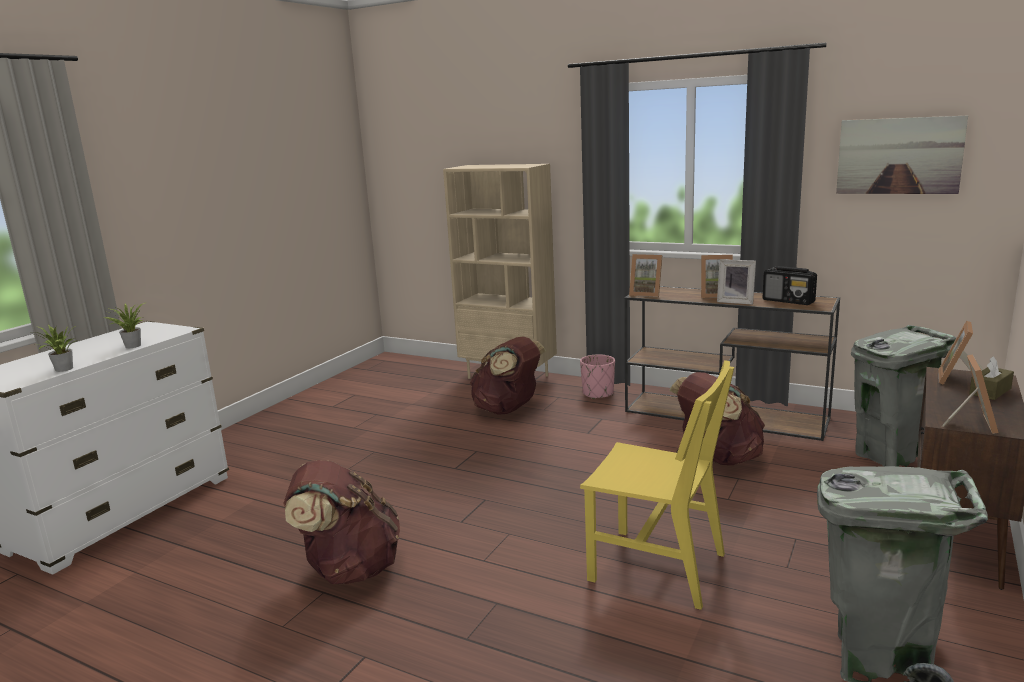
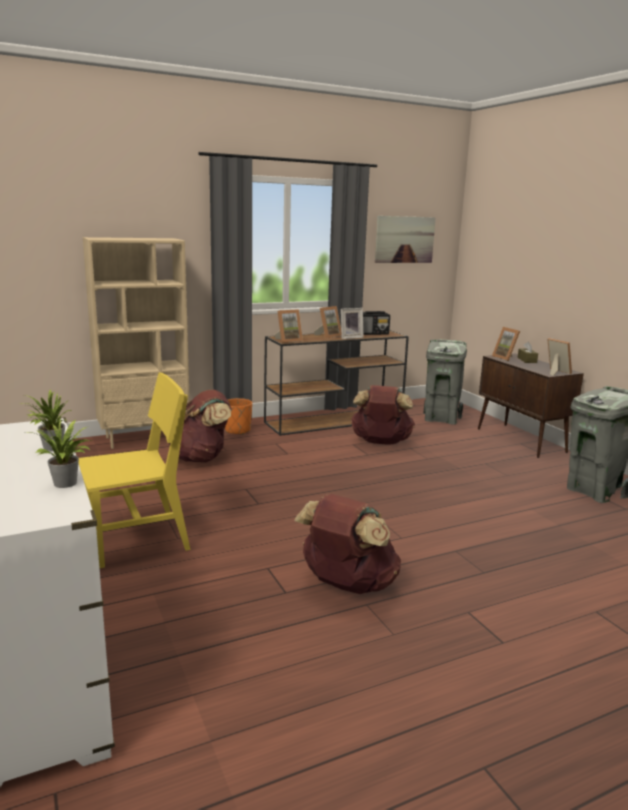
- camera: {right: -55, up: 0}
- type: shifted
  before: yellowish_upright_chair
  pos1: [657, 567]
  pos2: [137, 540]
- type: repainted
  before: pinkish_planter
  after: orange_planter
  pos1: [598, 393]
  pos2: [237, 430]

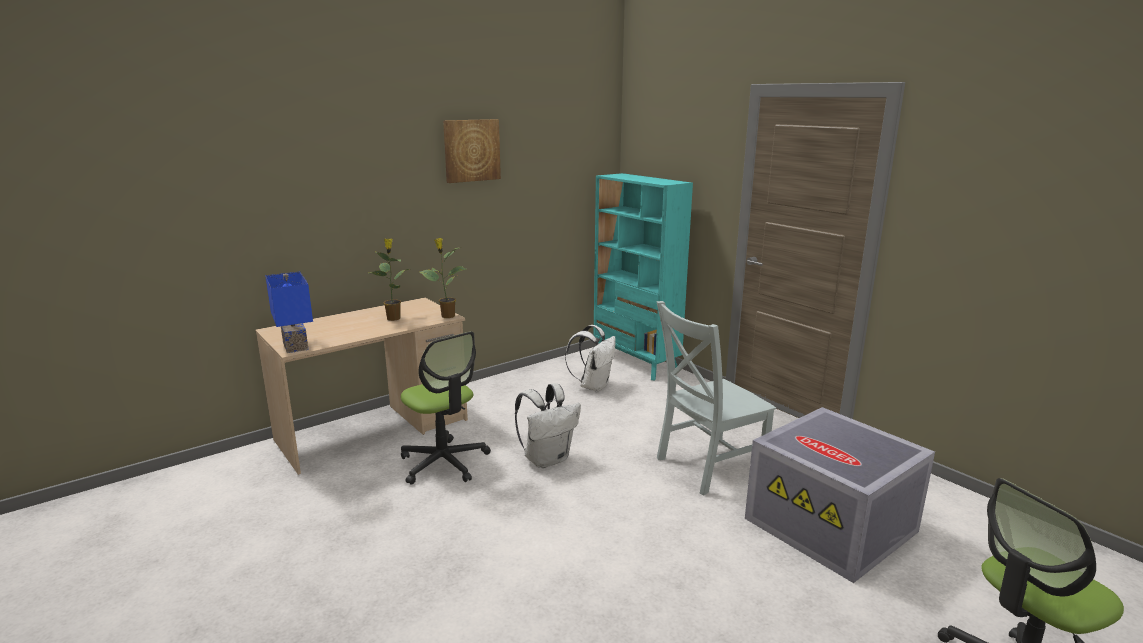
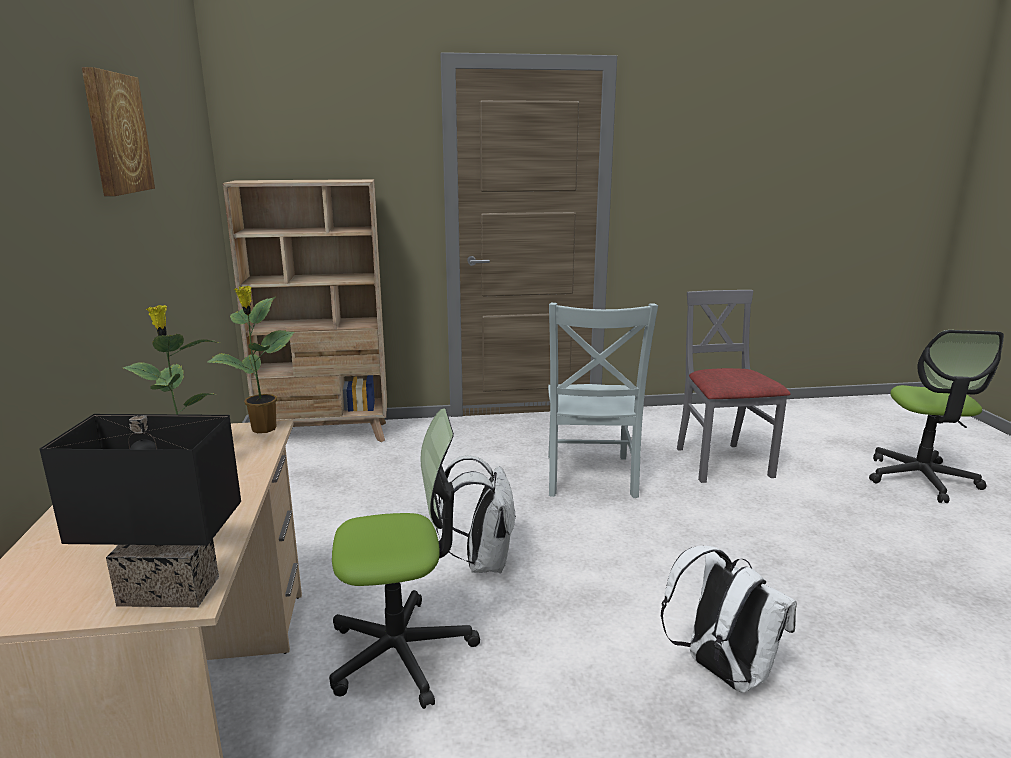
- camera: {right: -60, up: 0}
- type: shifted
  before: white_knapsack
  pos1: [593, 386]
  pos2: [721, 672]
- type: swapped
  before: grey_storage_bin
  after: grey_upright_chair
  pos1: [833, 525]
  pos2: [721, 462]
- type: repainted
  before: bluish_lamp_for_a_table
  after: black_lamp_for_a_table
  pos1: [293, 346]
  pos2: [165, 594]
- type: repainted
  before: turquoise-coloured_bookcase
  after: beige-coloured_bookcase
  pos1: [635, 362]
  pos2: [325, 435]

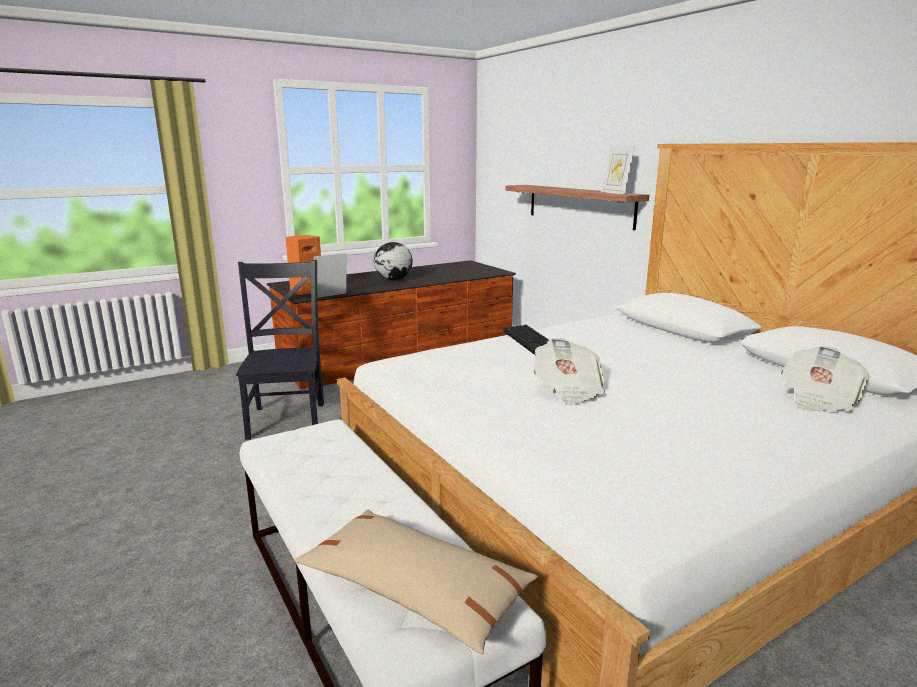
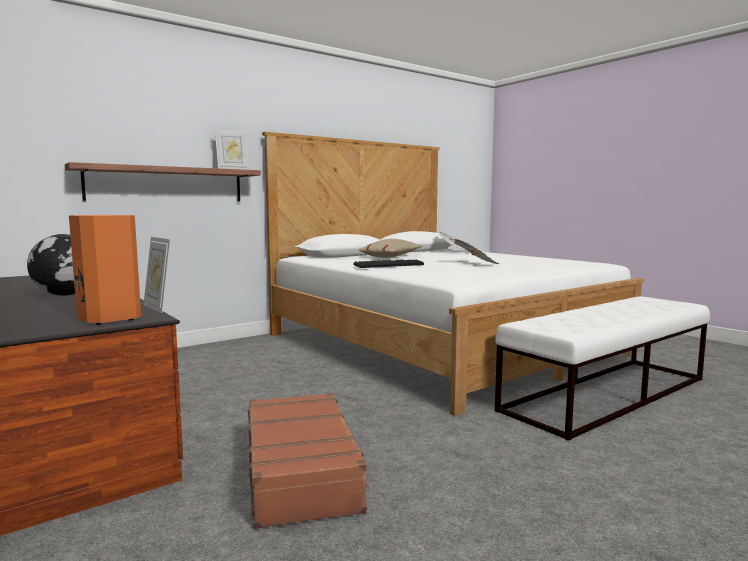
- camera: {right: -95, up: -10}
- type: shifted
  before: beige-coloured_pillow
  pos1: [414, 590]
  pos2: [391, 257]
- type: swapped
  before: black_upright_chair
  after: brownish_piece_of_luggage
  pos1: [287, 418]
  pos2: [302, 471]

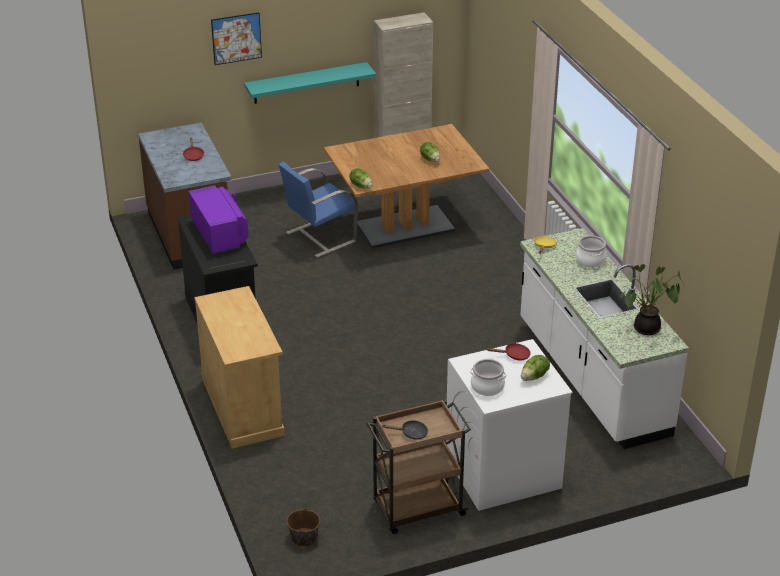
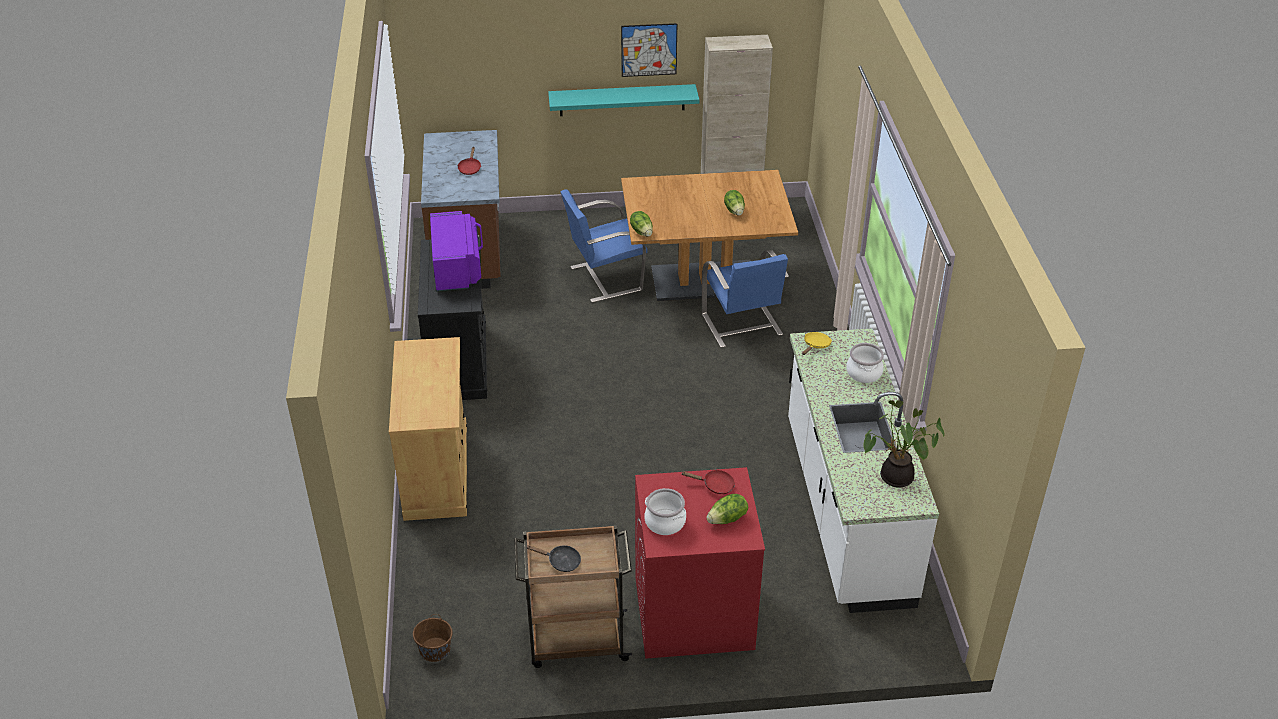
- camera: {right: 15, up: 5}
- type: new
  after: bluish_upright_chair
  pos2: [742, 325]
- type: shifted
  before: wall_art
  pos1: [236, 38]
  pos2: [649, 50]
- type: repainted
  before: white_laundry_appliance
  after: red-coloured_laundry_appliance
  pos1: [502, 472]
  pos2: [692, 613]

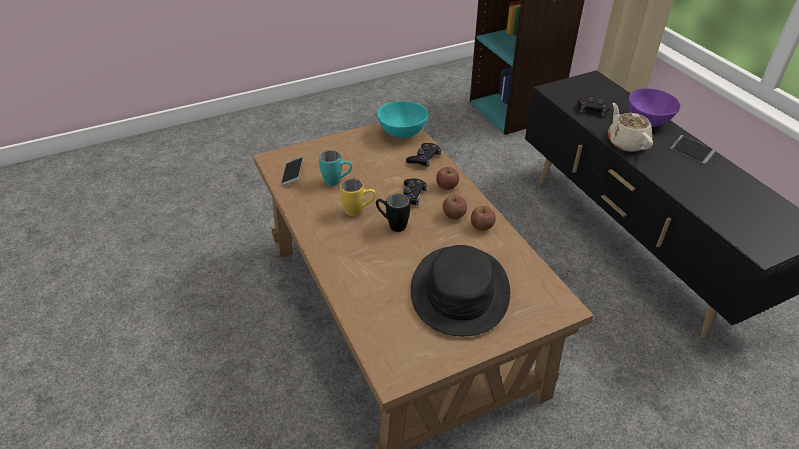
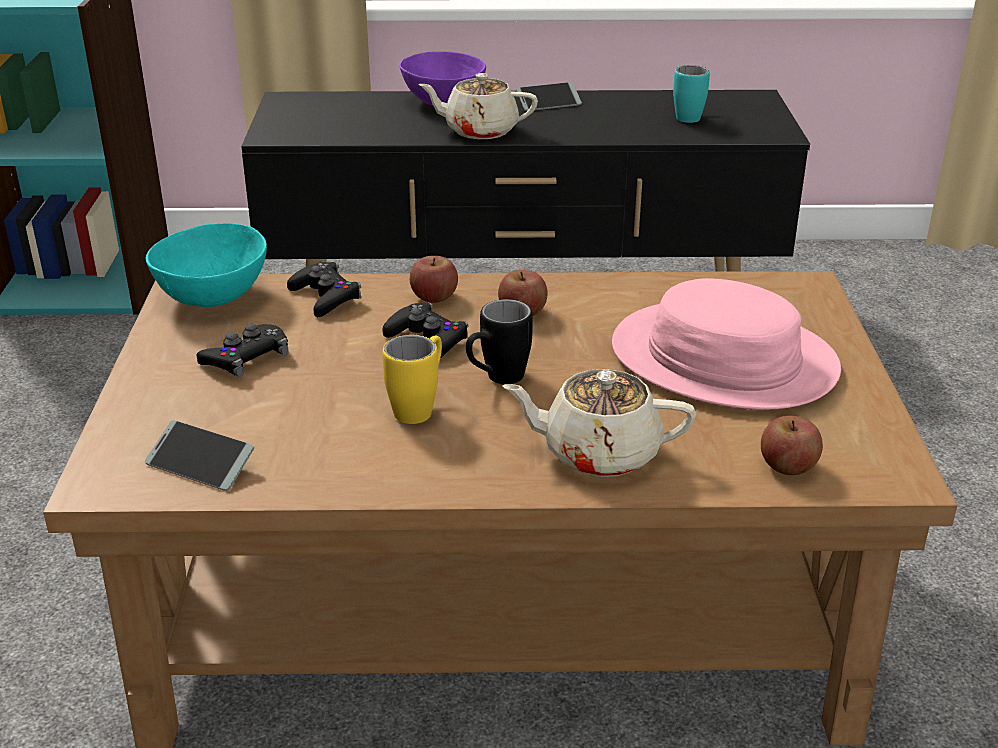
- camera: {right: -65, up: -10}
- type: new
  after: beige-coloured_pot_for_tea
  pos2: [598, 452]
- type: shifted
  before: turquoise-coloured_coffee_mug
  pos1: [337, 182]
  pos2: [692, 116]
- type: shifted
  before: whole_apple
  pos1: [482, 226]
  pos2: [788, 466]
- type: shifted
  before: black_joypad
  pos1: [592, 109]
  pos2: [246, 358]
- type: repainted
  before: black_wearable_hat
  after: pinkish_wearable_hat
  pos1: [459, 291]
  pos2: [723, 359]

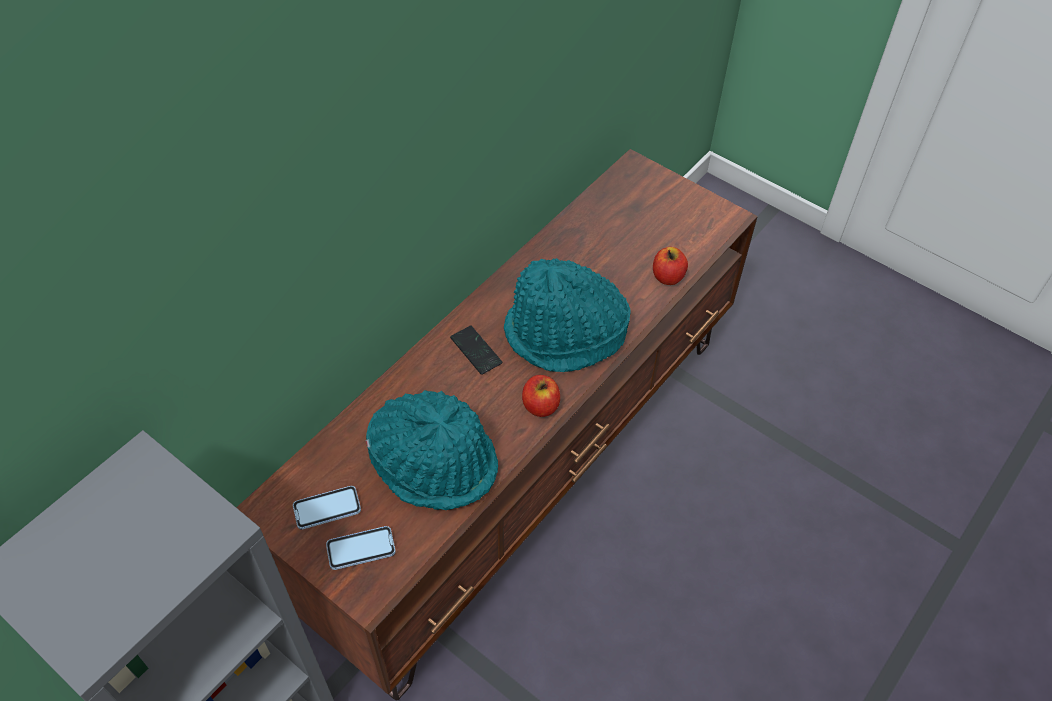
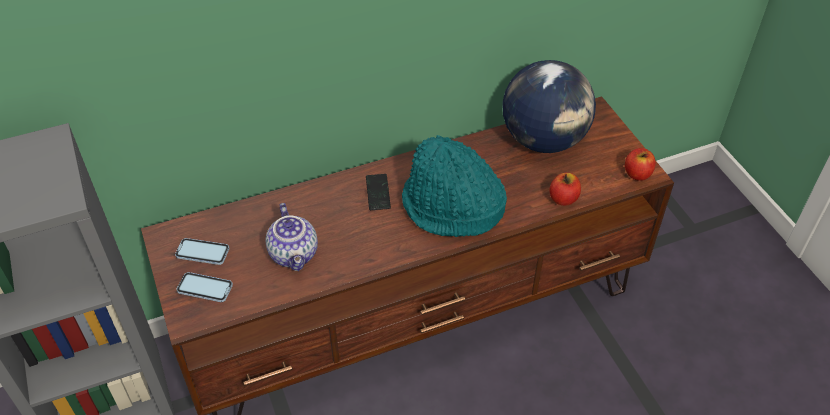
- camera: {right: 30, up: -5}
- type: new
  after: desk_globe
  pos2: [544, 140]
- type: shifted
  before: whole_apple
  pos1: [540, 406]
  pos2: [637, 174]
- type: swapped
  before: turquoise-coloured_wearable_hat
  after: pot_for_tea
  pos1: [435, 461]
  pos2: [295, 254]

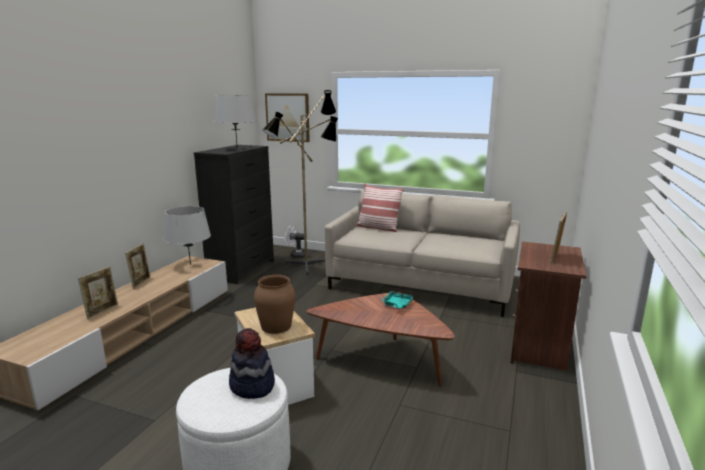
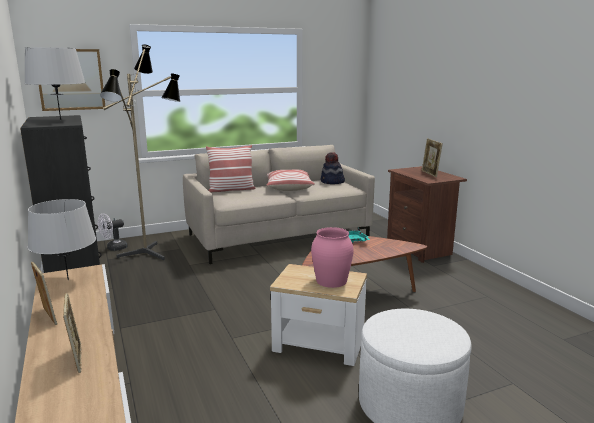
- camera: {right: -45, up: 0}
- type: new
  after: pillow
  pos2: [288, 188]
- type: shifted
  before: wearable_hat
  pos1: [252, 386]
  pos2: [332, 182]
- type: repainted
  before: brownish_vase
  after: pinkish_vase
  pos1: [276, 326]
  pos2: [332, 281]

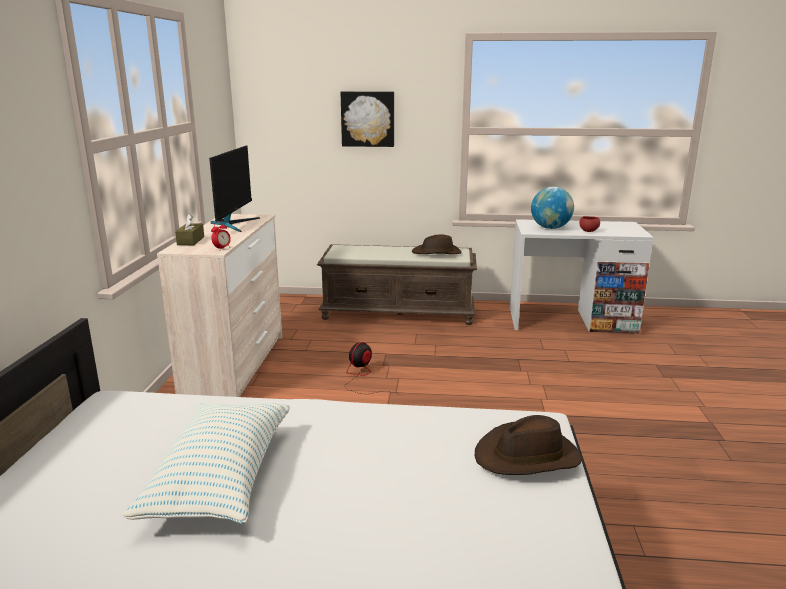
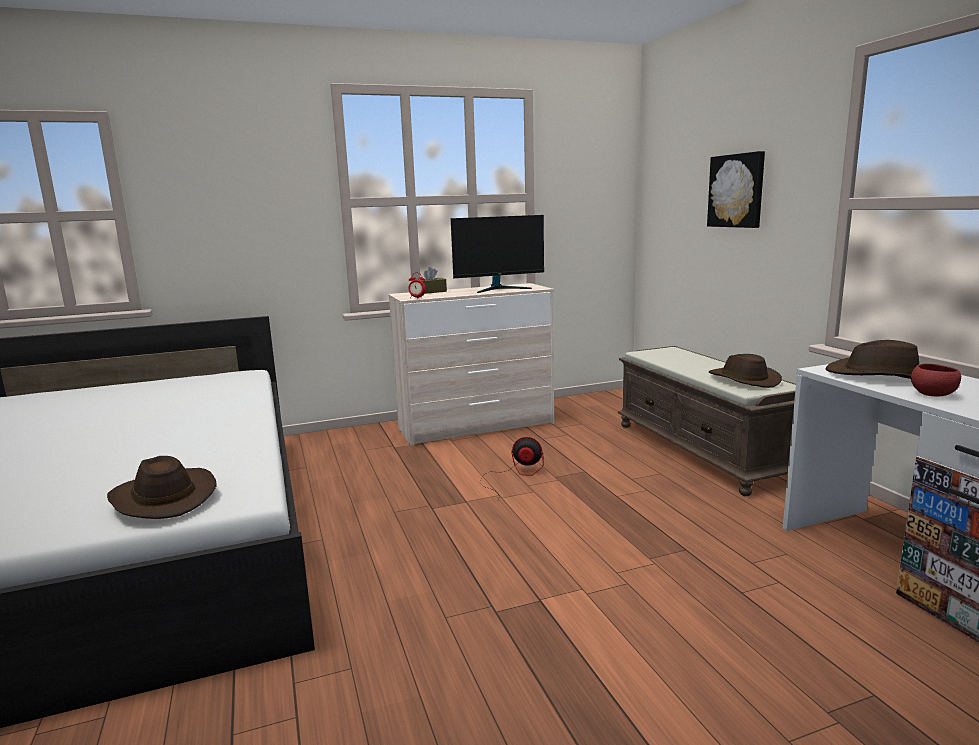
- camera: {right: 65, up: -5}
- type: gone
  before: pillow
  pos1: [220, 479]
- type: swapped
  before: desk_globe
  after: brownish_wearable_hat
  pos1: [550, 228]
  pos2: [880, 375]

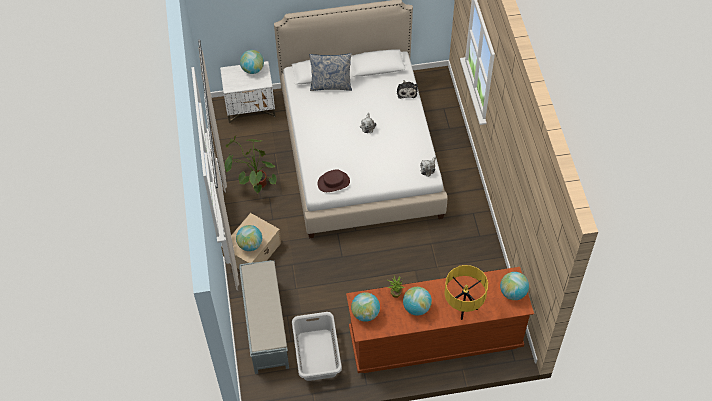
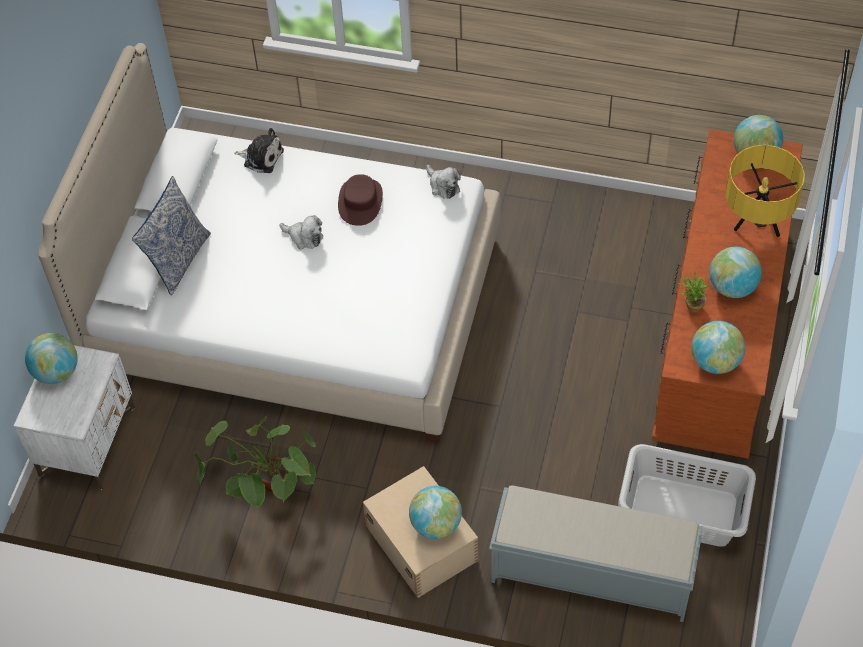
- camera: {right: -65, up: 0}
- type: shifted
  before: brownish_wearable_hat
  pos1: [333, 182]
  pos2: [360, 202]

